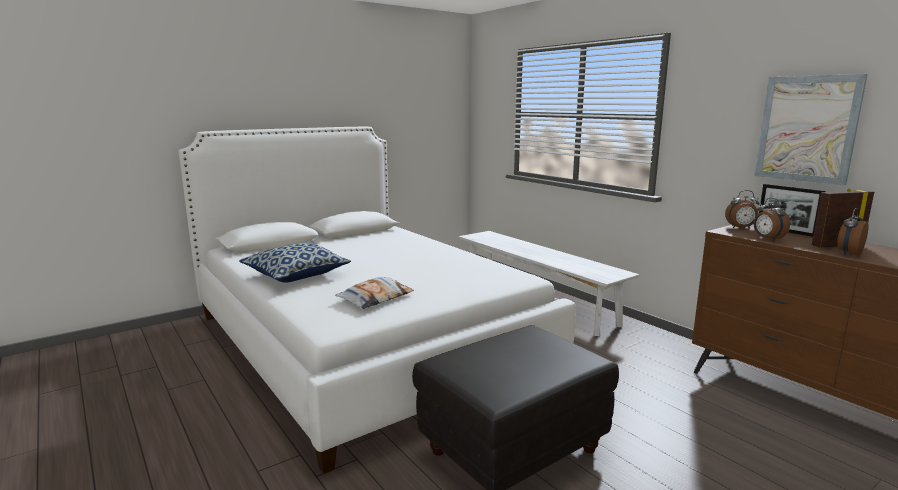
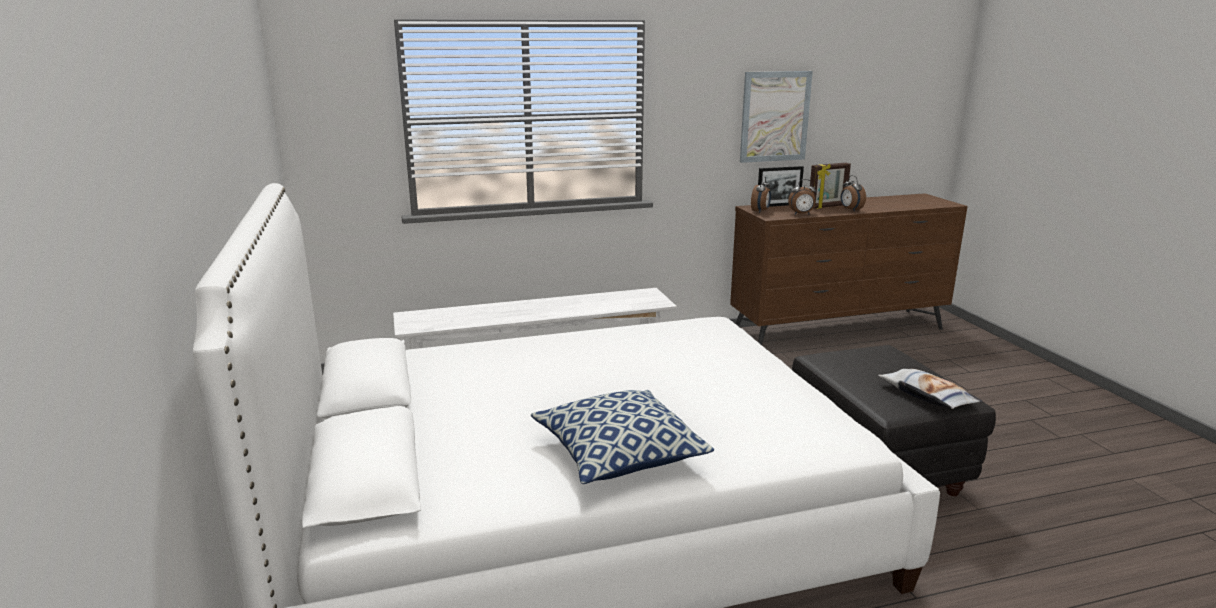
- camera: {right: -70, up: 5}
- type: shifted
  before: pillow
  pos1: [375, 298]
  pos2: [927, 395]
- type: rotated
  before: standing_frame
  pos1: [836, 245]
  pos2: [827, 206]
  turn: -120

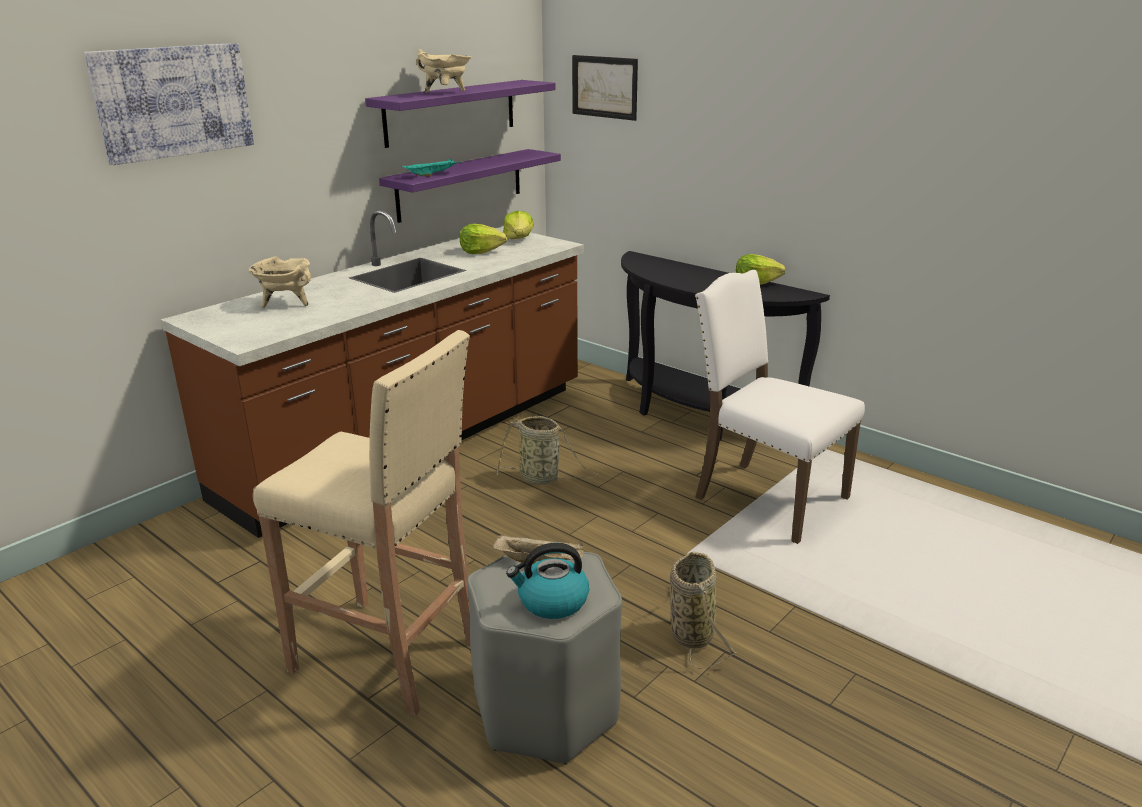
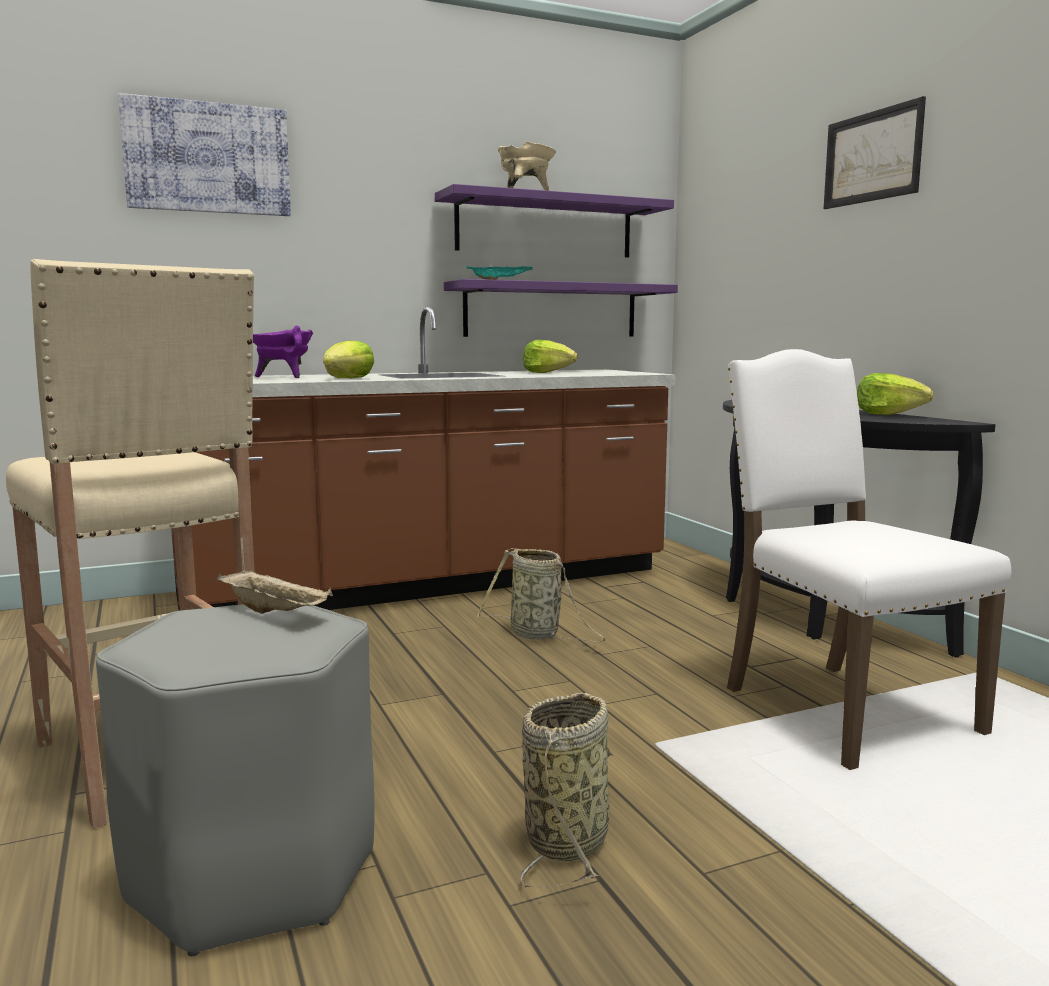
- camera: {right: 25, up: -15}
- type: gone
  before: tea_kettle
  pos1: [552, 601]
- type: shifted
  before: head_of_lettuce
  pos1: [519, 239]
  pos2: [348, 378]
- type: shifted
  before: wall_art
  pos1: [604, 87]
  pos2: [872, 157]
- type: repainted
  before: beige-coloured_saucepot
  after: purplish_saucepot
  pos1: [286, 303]
  pos2: [283, 377]

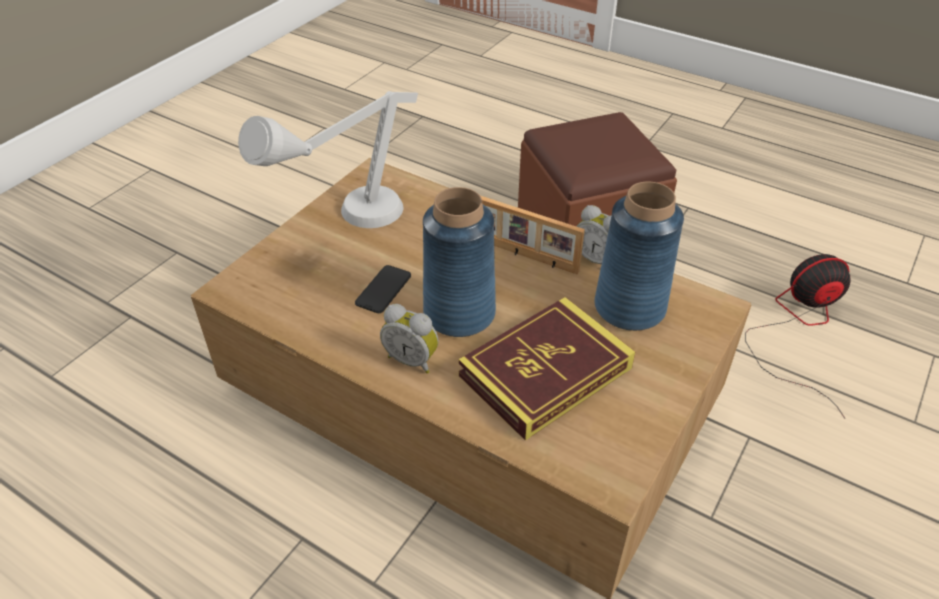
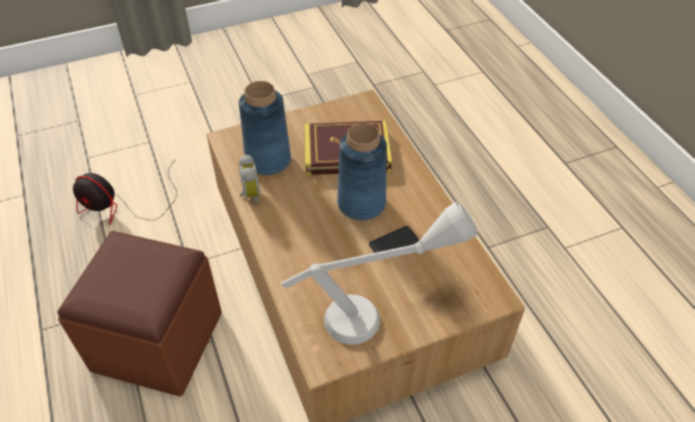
- camera: {right: -145, up: 5}
- type: gone
  before: bedside_clock
  pos1: [412, 359]
- type: gone
  before: standing_frame
  pos1: [517, 253]

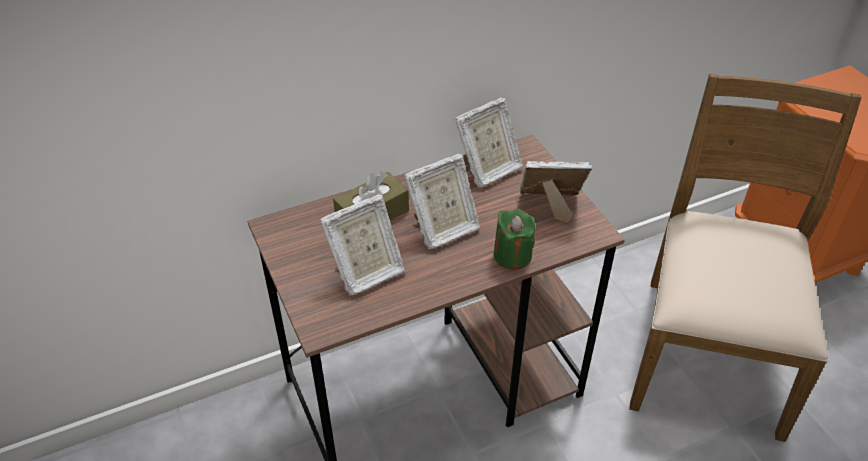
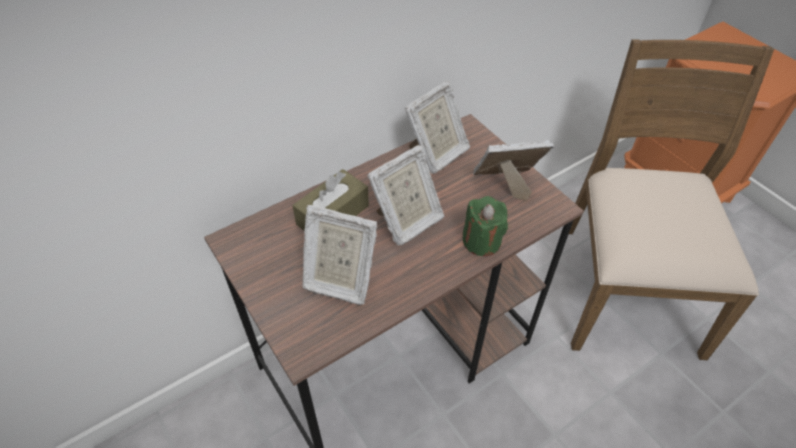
- camera: {right: -10, up: 5}
- type: rotated
  before: standing_frame
  pos1: [366, 273]
  pos2: [339, 279]
  turn: 60

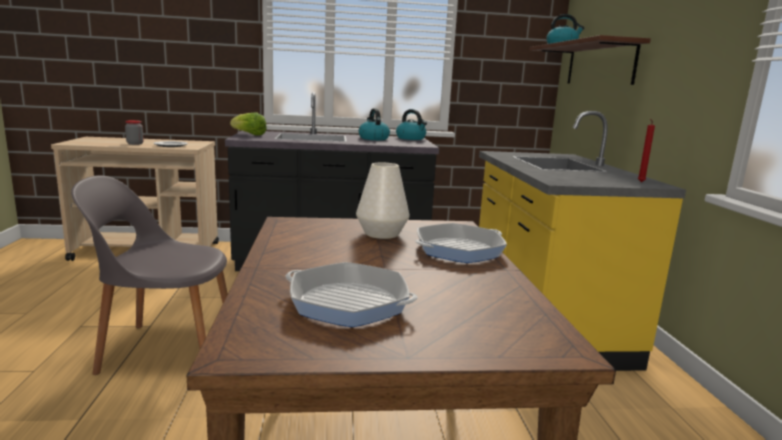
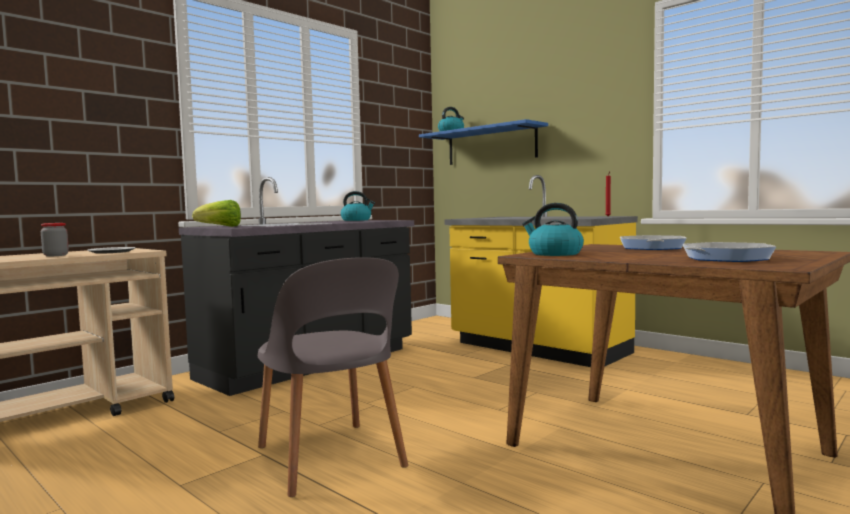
- camera: {right: -40, up: -10}
- type: gone
  before: white_vase
  pos1: [381, 234]
- type: shifted
  before: tea_kettle
  pos1: [373, 138]
  pos2: [554, 254]
- type: repainted
  before: brownish_bracket_shelf
  after: bluish_bracket_shelf
  pos1: [600, 64]
  pos2: [491, 145]
- type: rotated
  before: grey_upright_chair
  pos1: [165, 349]
  pos2: [330, 459]
  turn: -75

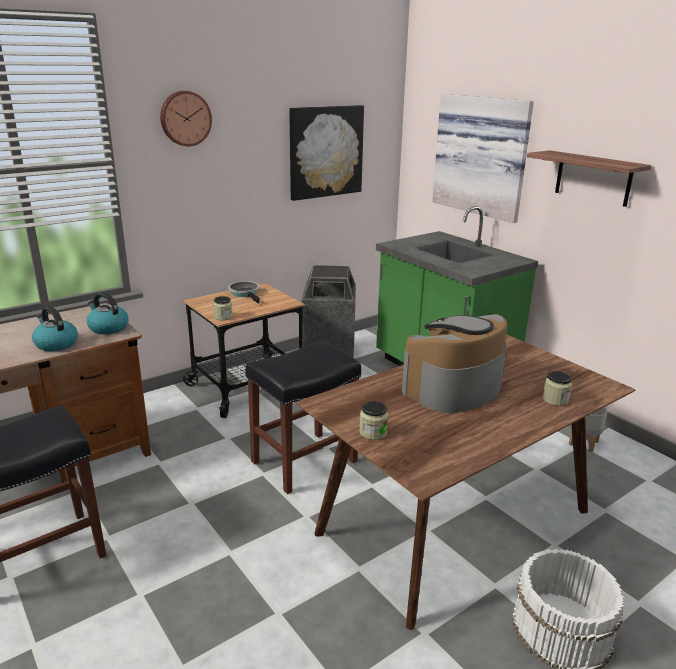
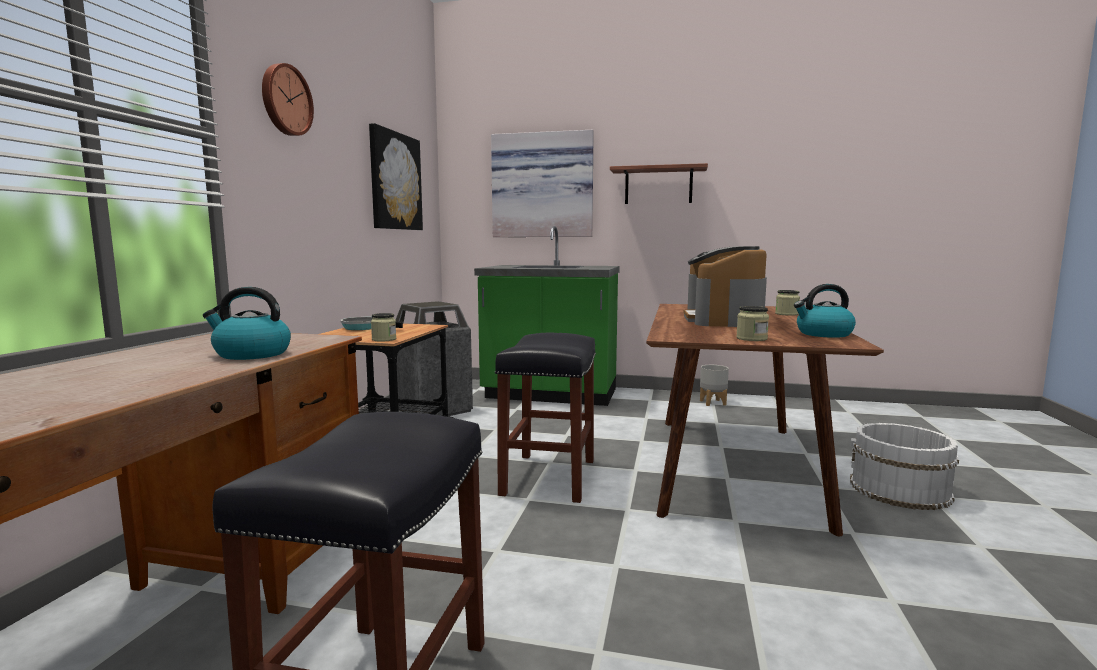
- camera: {right: -40, up: -15}
- type: shifted
  before: tea_kettle
  pos1: [108, 328]
  pos2: [823, 334]

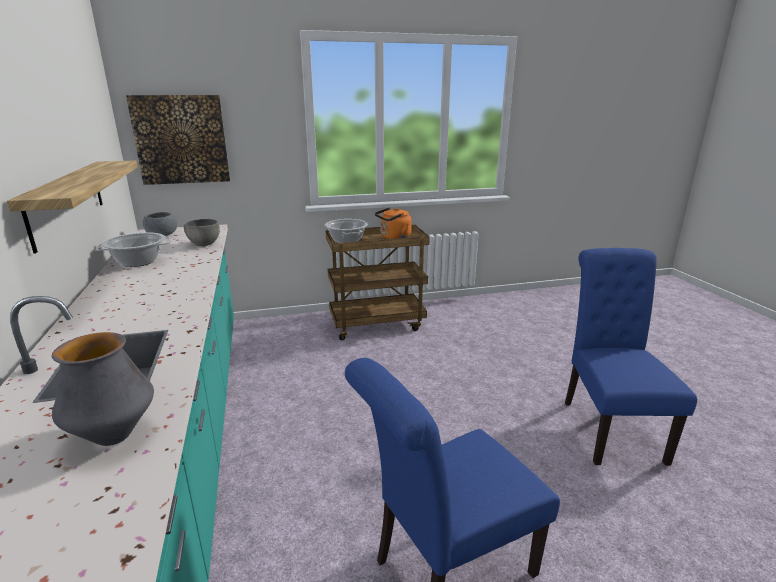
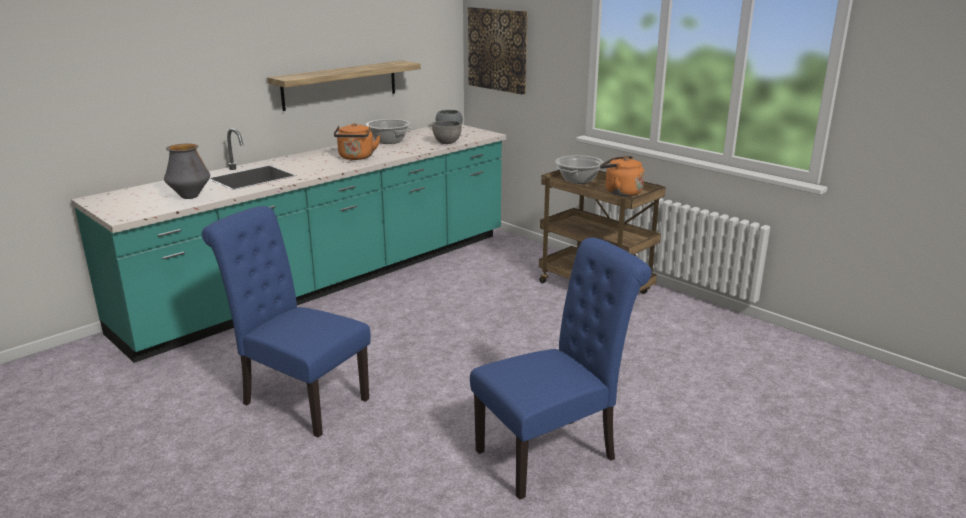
- camera: {right: 60, up: 0}
- type: new
  after: orange_tea_kettle
  pos2: [356, 158]

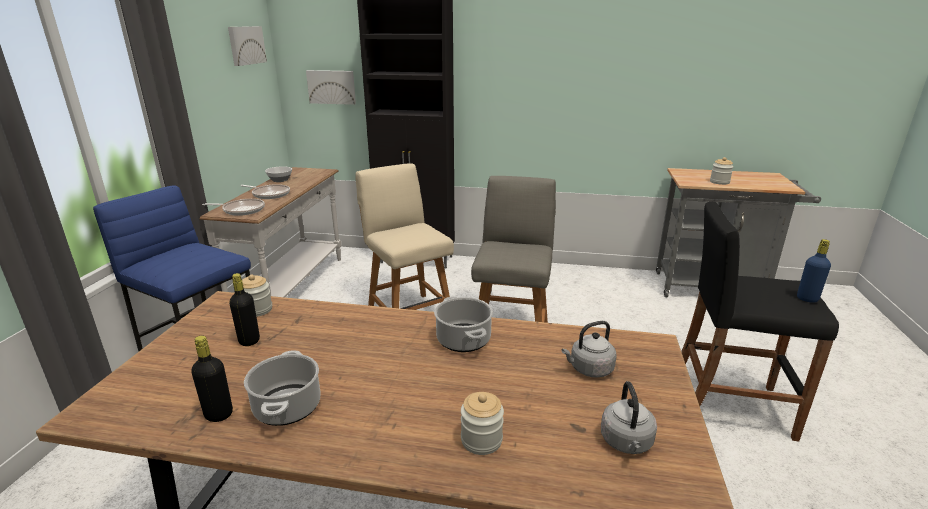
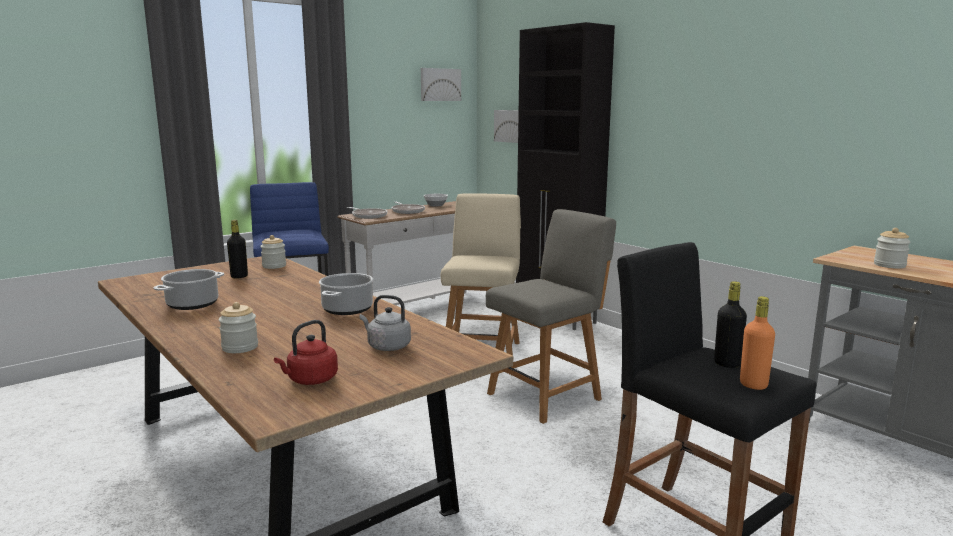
- camera: {right: 40, up: -10}
- type: shifted
  before: black_bottle
  pos1: [219, 414]
  pos2: [727, 364]
- type: repainted
  before: grey_tea_kettle
  after: red-coloured_tea_kettle
  pos1: [626, 443]
  pos2: [310, 380]
- type: repainted
  before: bluish_bottle
  after: orange_bottle
  pos1: [807, 299]
  pos2: [753, 385]

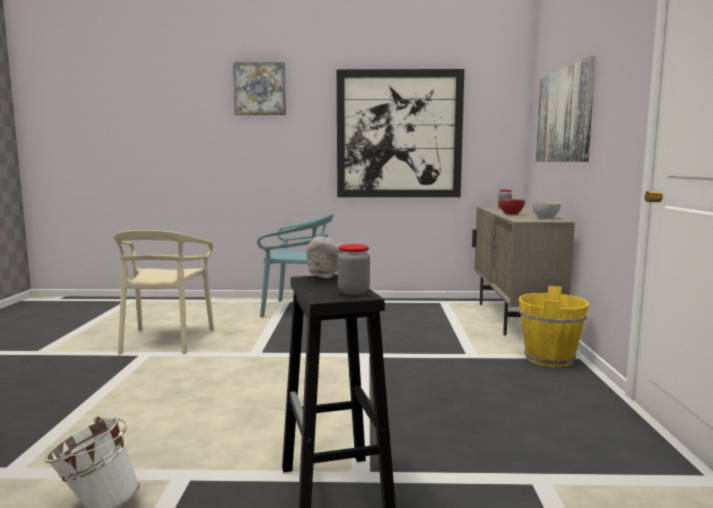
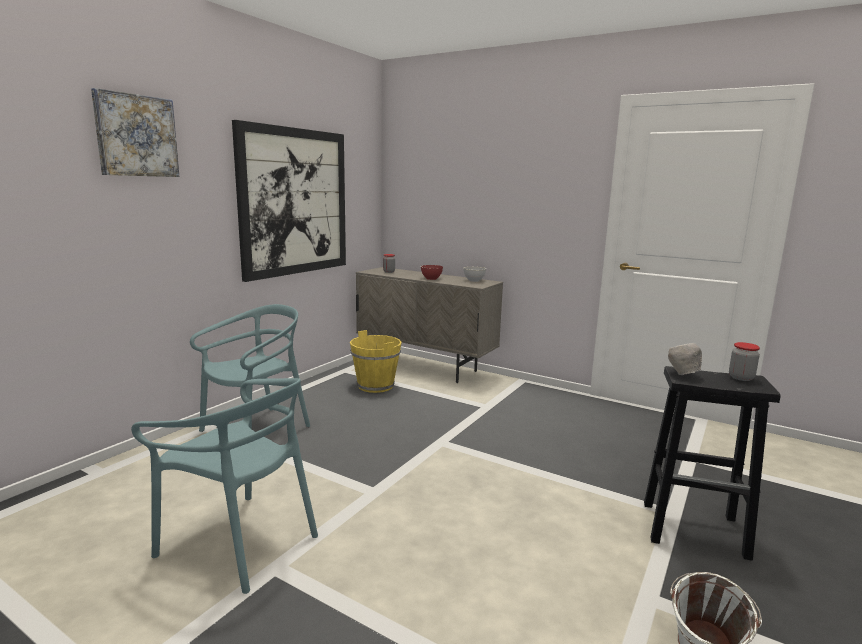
- camera: {right: -60, up: 5}
- type: gone
  before: wall_art
  pos1: [564, 116]
- type: shifted
  before: yellowish_bucket
  pos1: [550, 359]
  pos2: [376, 386]
- type: repainted
  before: beige-coloured_upright_chair
  after: turquoise-coloured_upright_chair
  pos1: [165, 340]
  pos2: [240, 542]

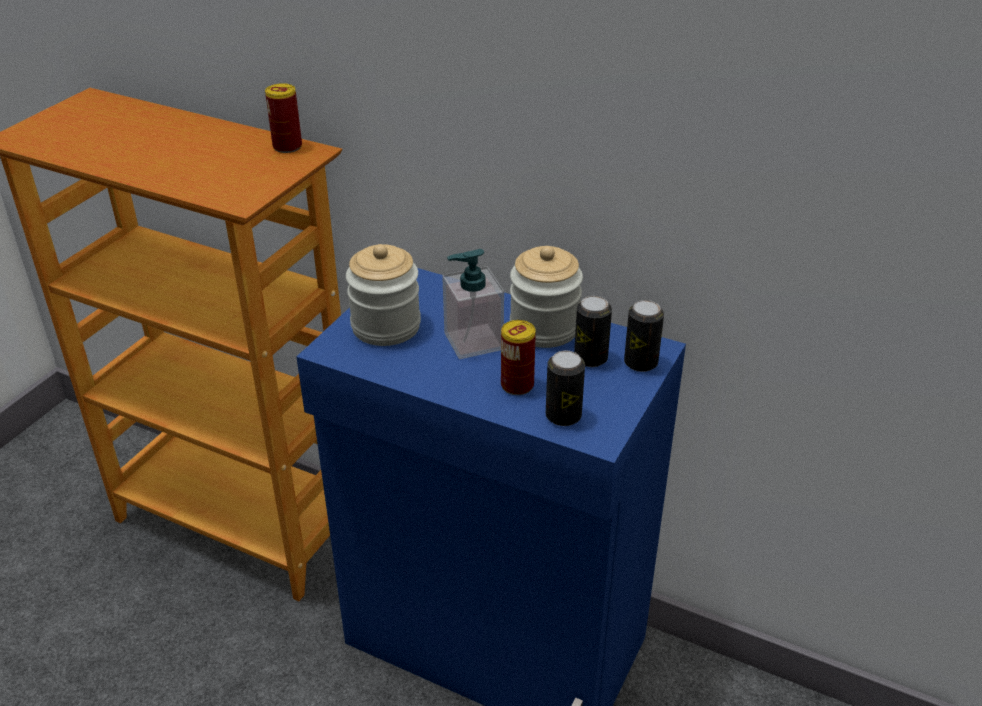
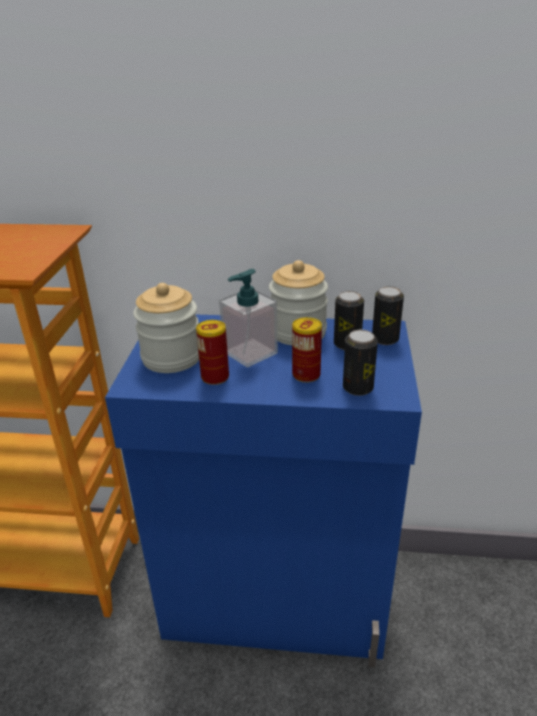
- camera: {right: -20, up: -5}
- type: shifted
  before: metal_can
  pos1: [287, 146]
  pos2: [215, 377]

